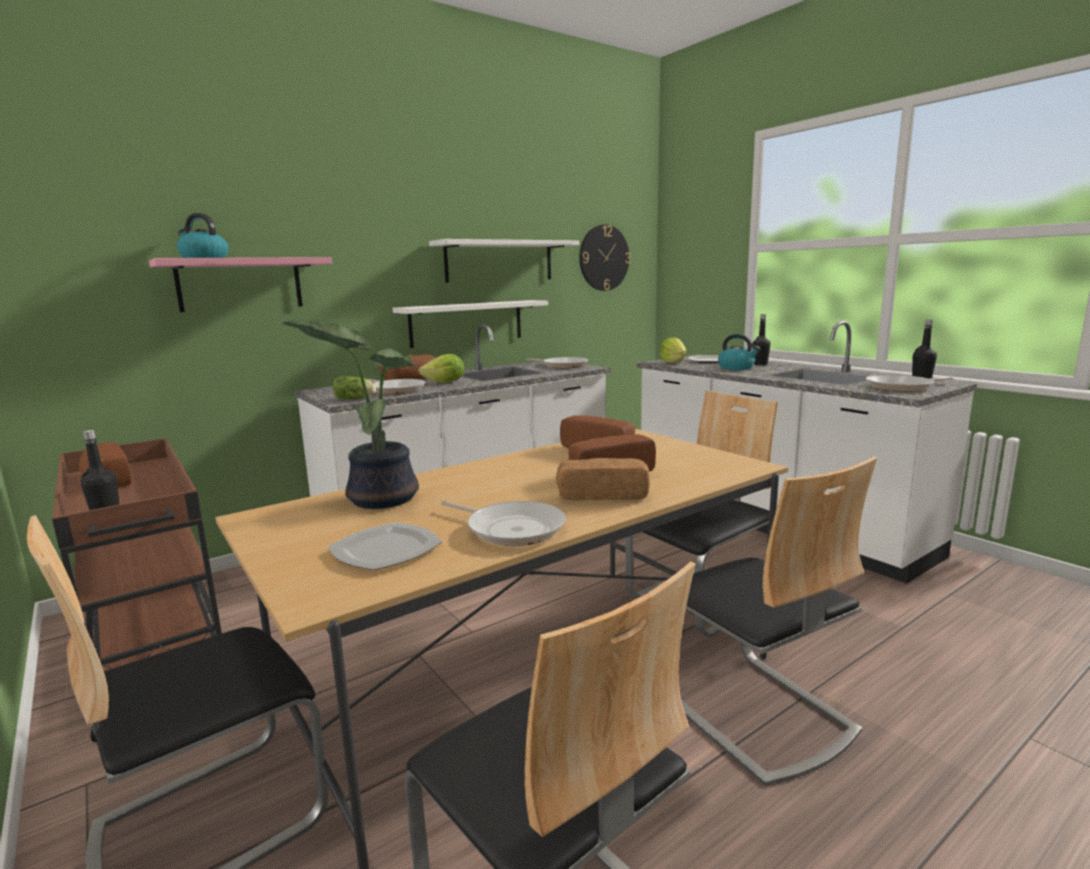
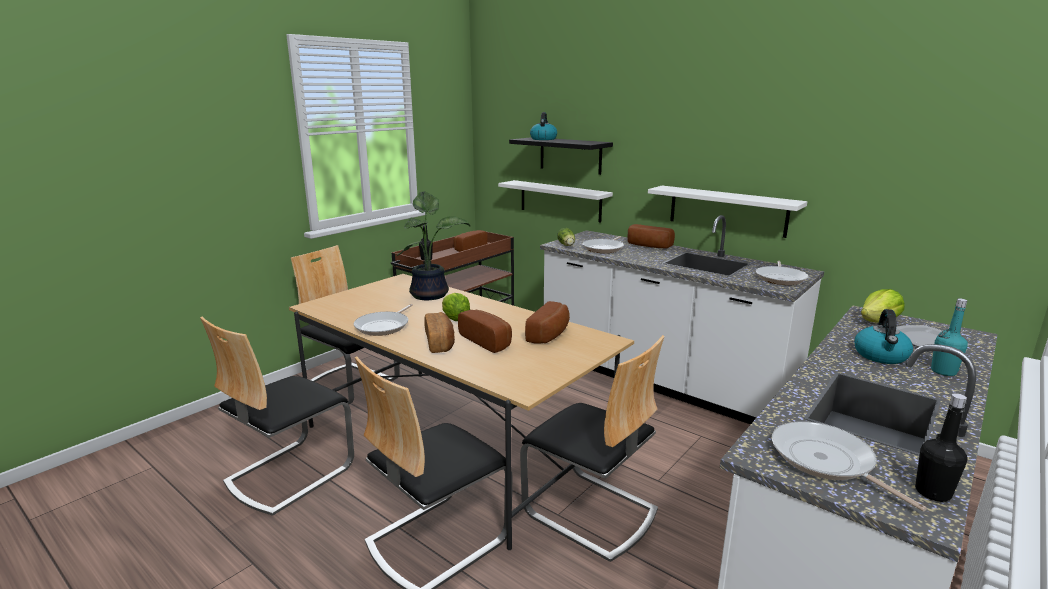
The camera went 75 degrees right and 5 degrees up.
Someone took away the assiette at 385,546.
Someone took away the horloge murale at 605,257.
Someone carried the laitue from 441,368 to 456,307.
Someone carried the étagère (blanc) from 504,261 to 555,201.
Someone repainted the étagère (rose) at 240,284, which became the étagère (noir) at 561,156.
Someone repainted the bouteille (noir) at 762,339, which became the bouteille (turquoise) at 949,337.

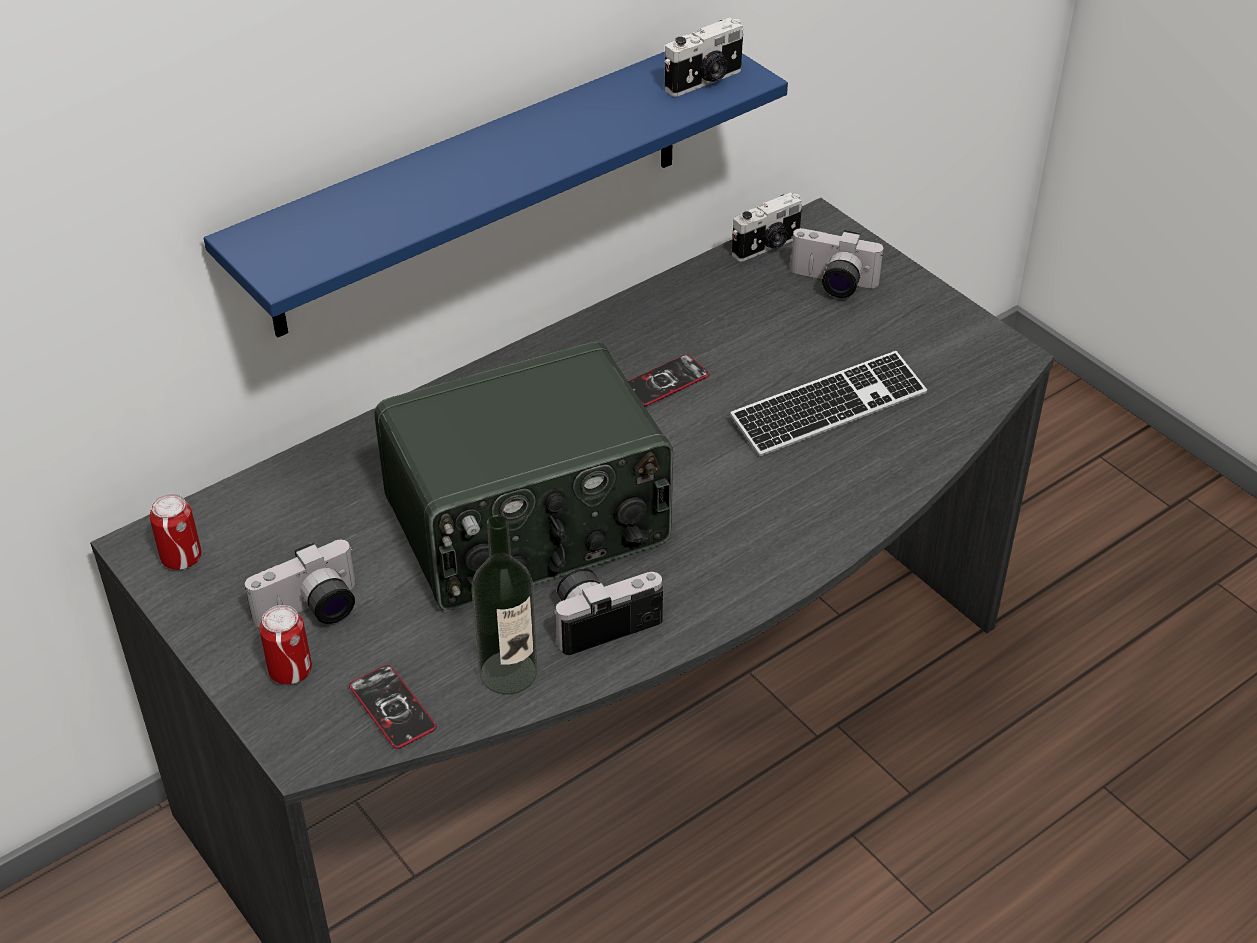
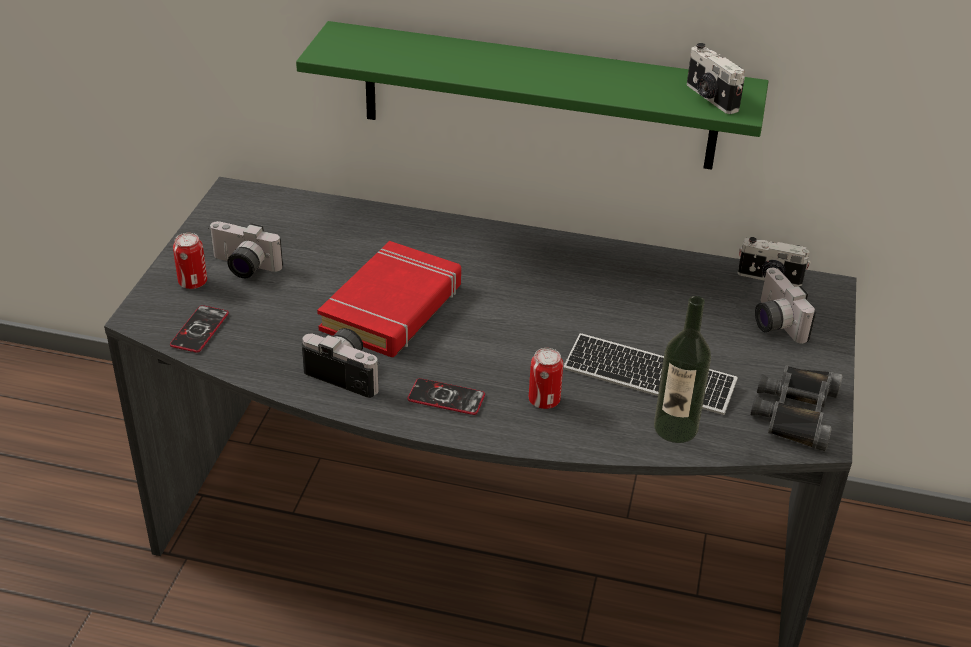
The camera went 50 degrees right and 5 degrees down.
Someone put down the jumelles (noir) at 796,408.
Someone carried the boîte métallique from 176,532 to 546,378.
Someone carried the bouteille from 504,604 to 682,369.
Someone carried the téléphone from 668,380 to 446,396.
Someone swapped the radio at 523,476 for the livre (rouge) at 389,299.
Someone repainted the étagère (bleu) at 496,194, which became the étagère (vert) at 532,95.
Someone rotated the appareil photo at 704,57 by 45 degrees clockwise.

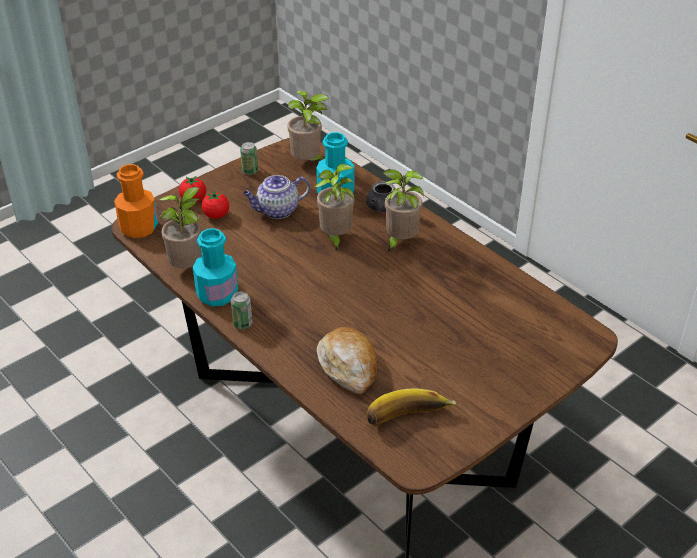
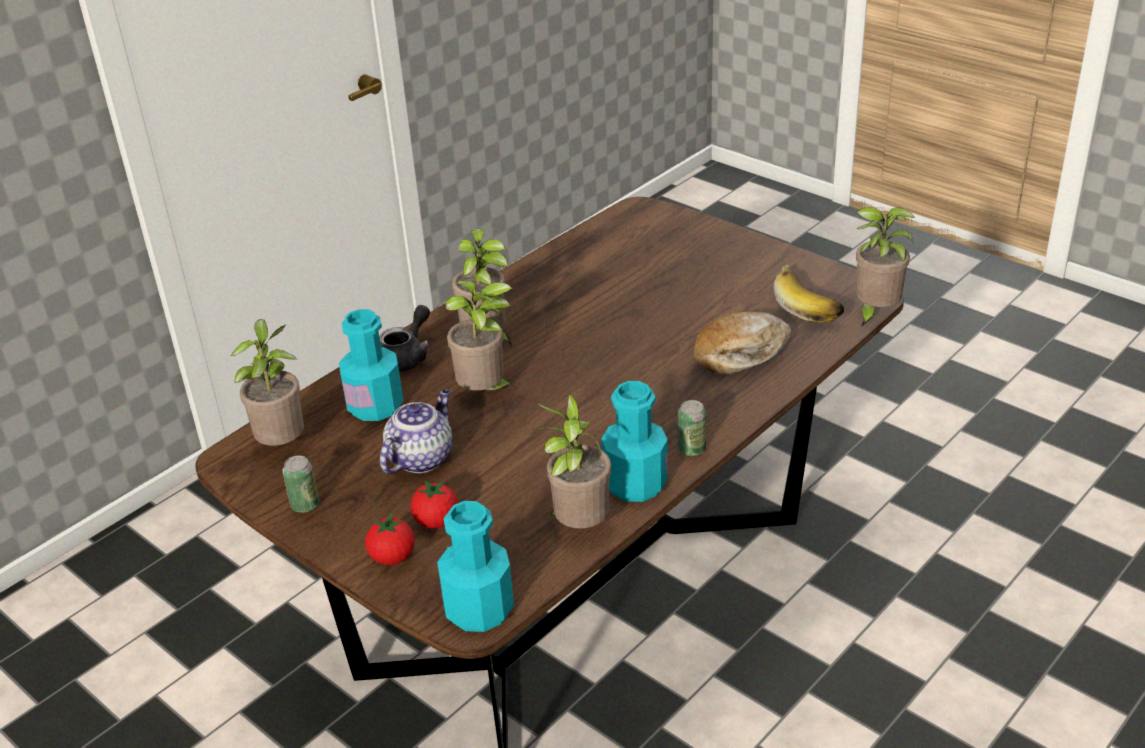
The camera went 95 degrees left and 5 degrees down.
Someone put down the plante en pot at 885,267.
Someone repainted the bouteille (orange) at 136,201, which became the bouteille (turquoise) at 475,566.
Someone rotated the théière at 276,197 by 120 degrees counterclockwise.

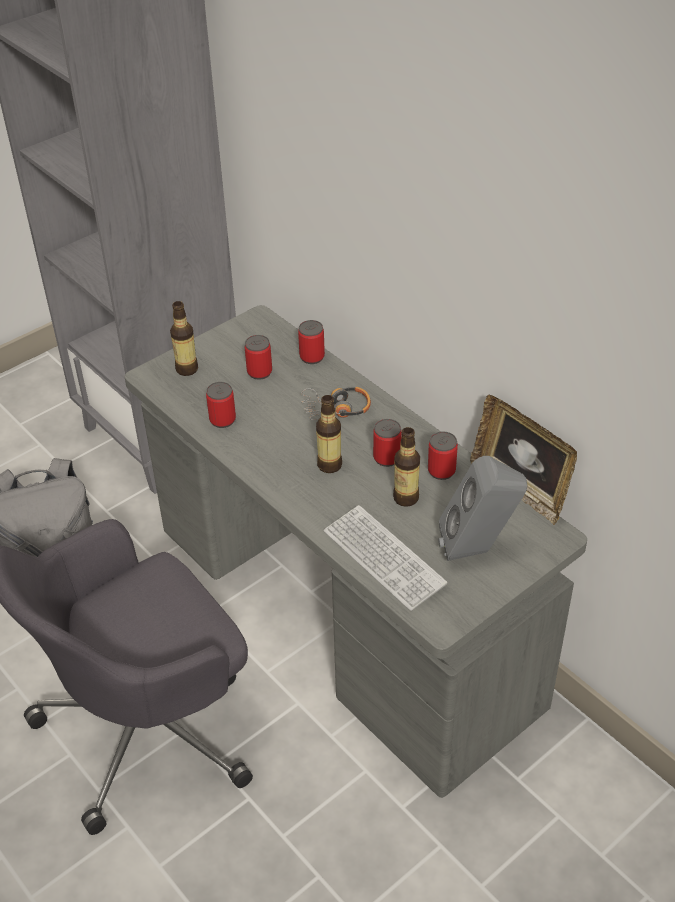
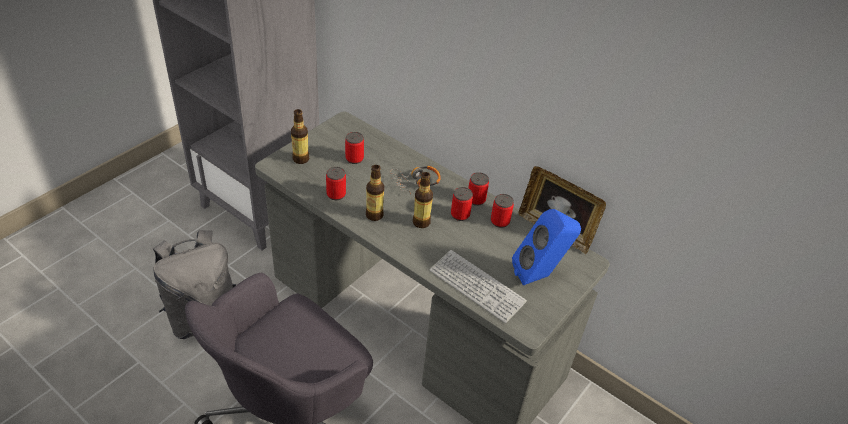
The camera went 15 degrees left and 0 degrees up.
Someone carried the boîte métallique from 311,342 to 478,189.
Someone carried the bouteille from 406,467 to 375,193.
Someone repainted the enceinte (gris) at 482,508, which became the enceinte (bleu) at 546,247.

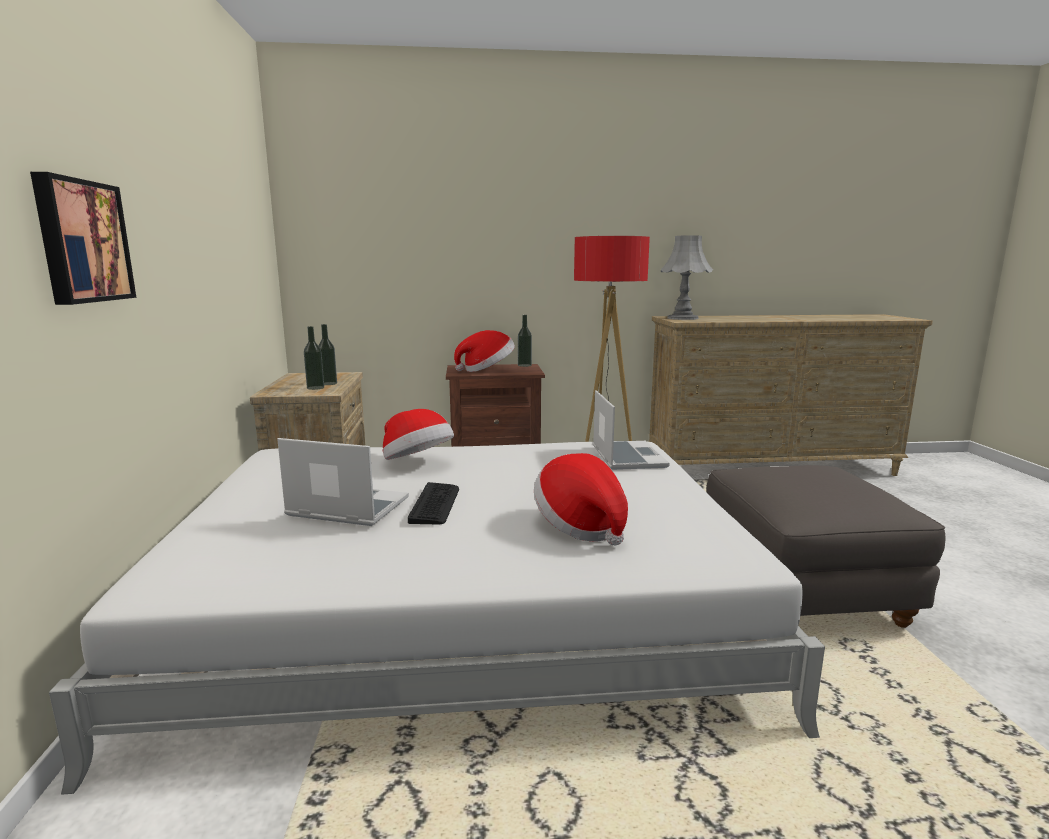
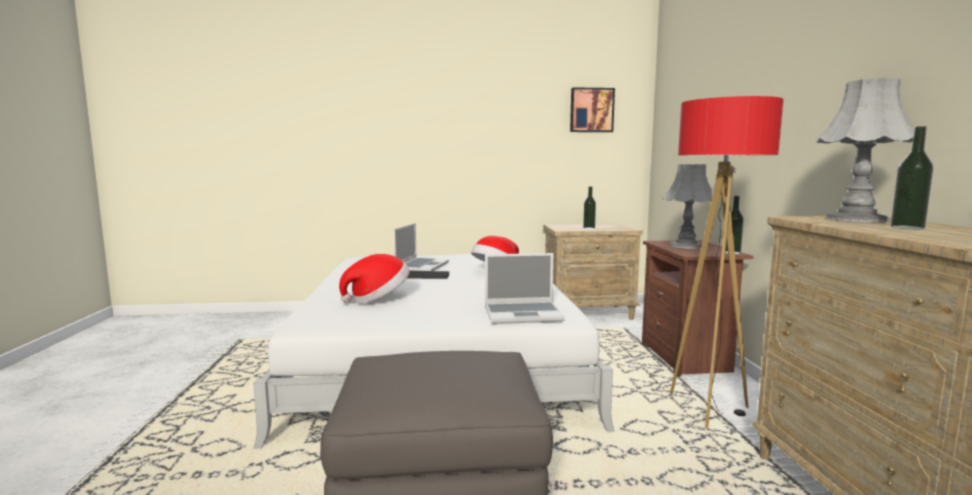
The camera went 90 degrees right and 5 degrees down.
Someone carried the tableau from 83,238 to 592,109.
Someone carried the bouteille from 314,358 to 912,177.
Someone swapped the chapeau at 484,351 for the lampe de table (gris) at 688,206.

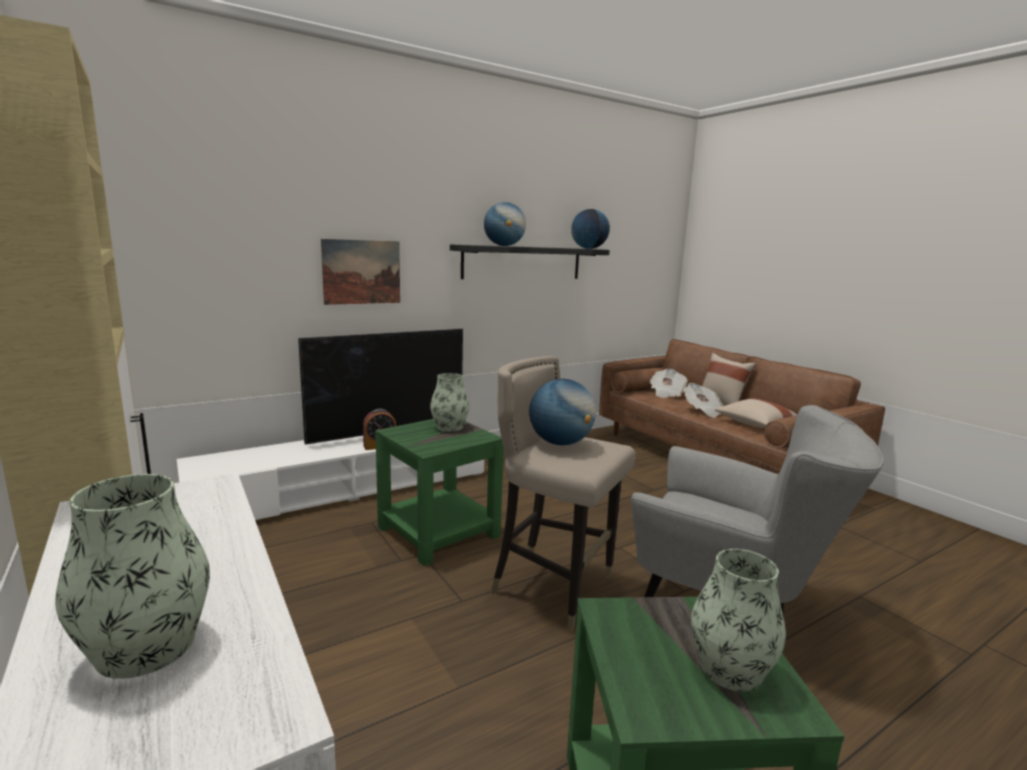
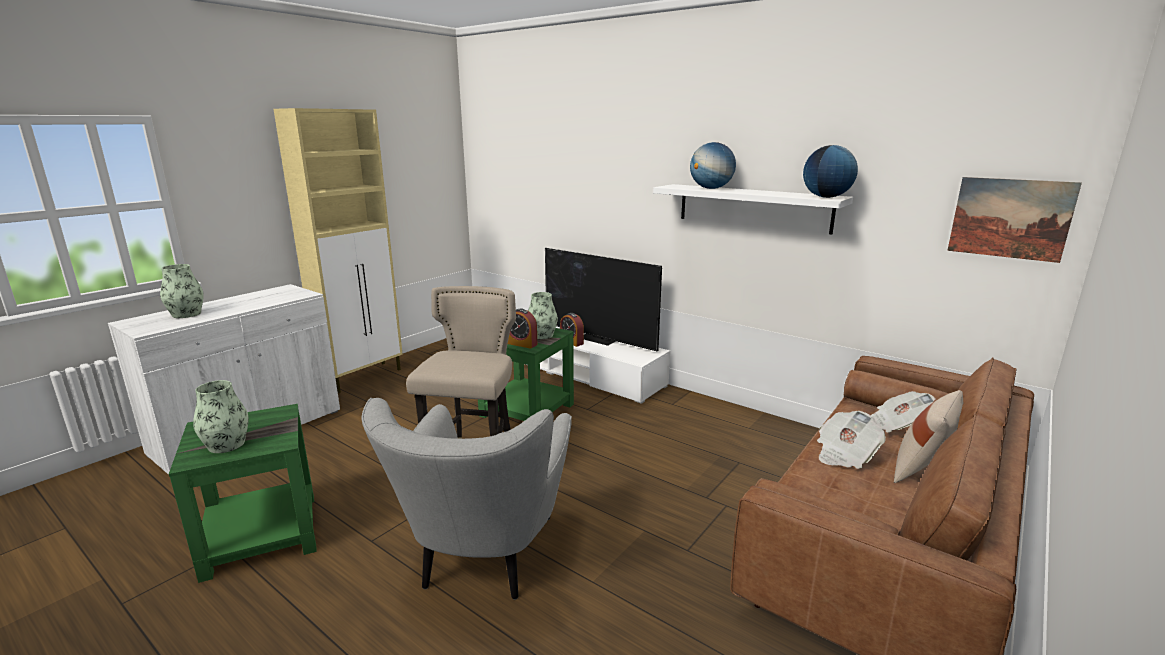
The camera went 70 degrees right and 5 degrees up.
Someone took away the globe at 562,412.
Someone took away the coussin (beige) at 756,413.
Someone put down the réveil at 522,328.
Someone carried the tableau from 360,272 to 1014,220.
Someone repainted the étagère (noir) at 530,261, which became the étagère (blanc) at 753,209.

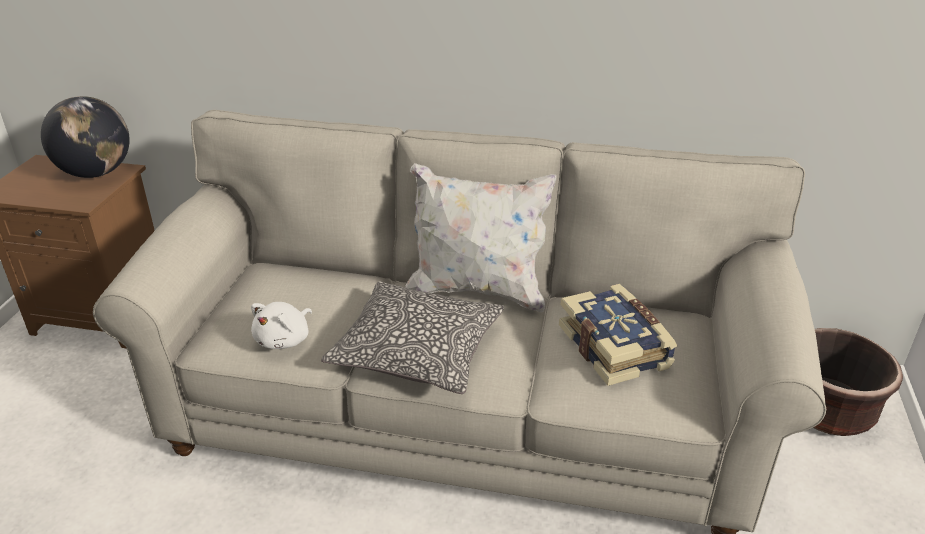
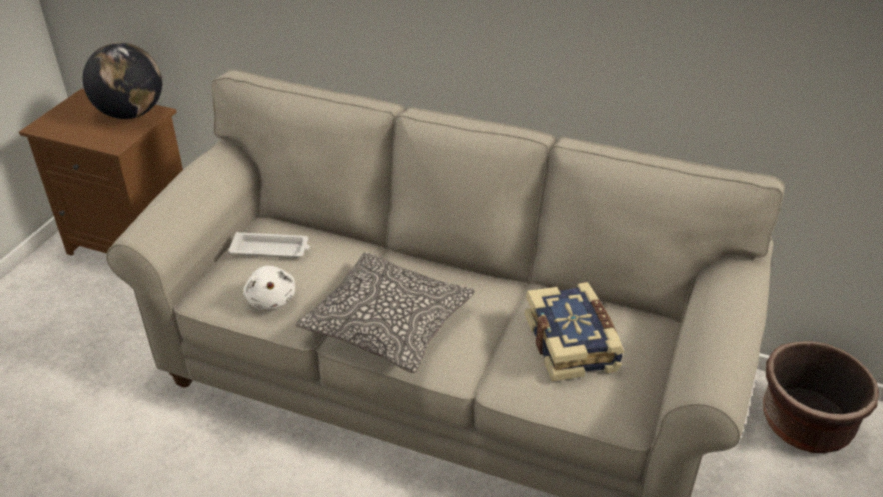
The camera went 10 degrees right and 5 degrees up.
Someone took away the coussin (blanc) at 481,237.
Someone put down the plateau (blanc) at 269,245.
Someone rotated the peluche (blanc) at 281,325 by 60 degrees counterclockwise.

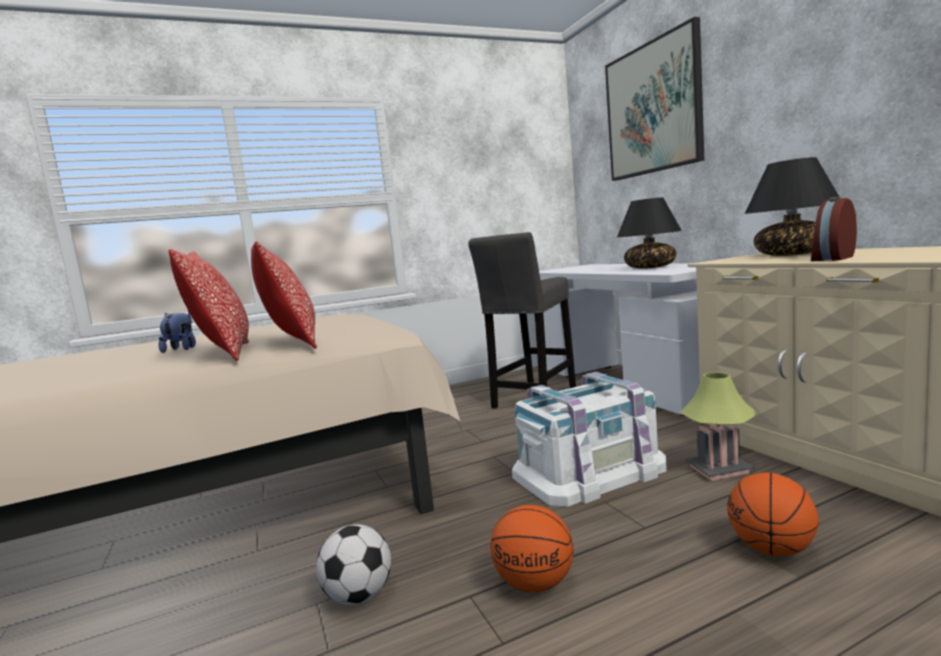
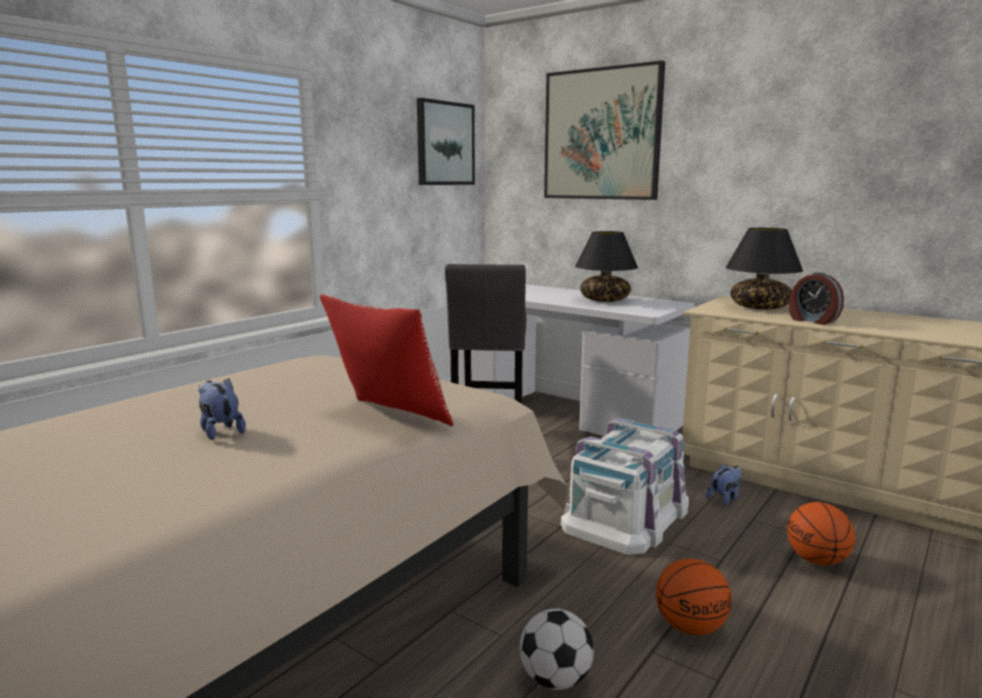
The camera went 30 degrees left and 5 degrees up.
Someone took away the coussin at 209,305.
Someone put up the tableau at 446,141.
Someone swapped the lampe de table at 718,426 for the peluche at 724,485.
Someone rotated the réveil at 834,229 by 60 degrees counterclockwise.

